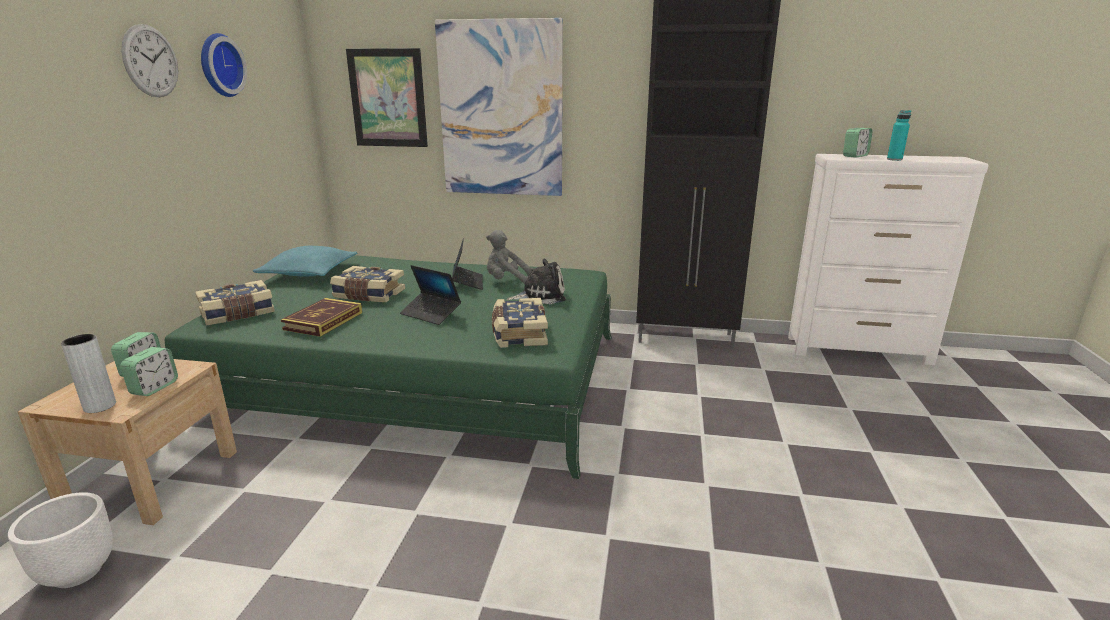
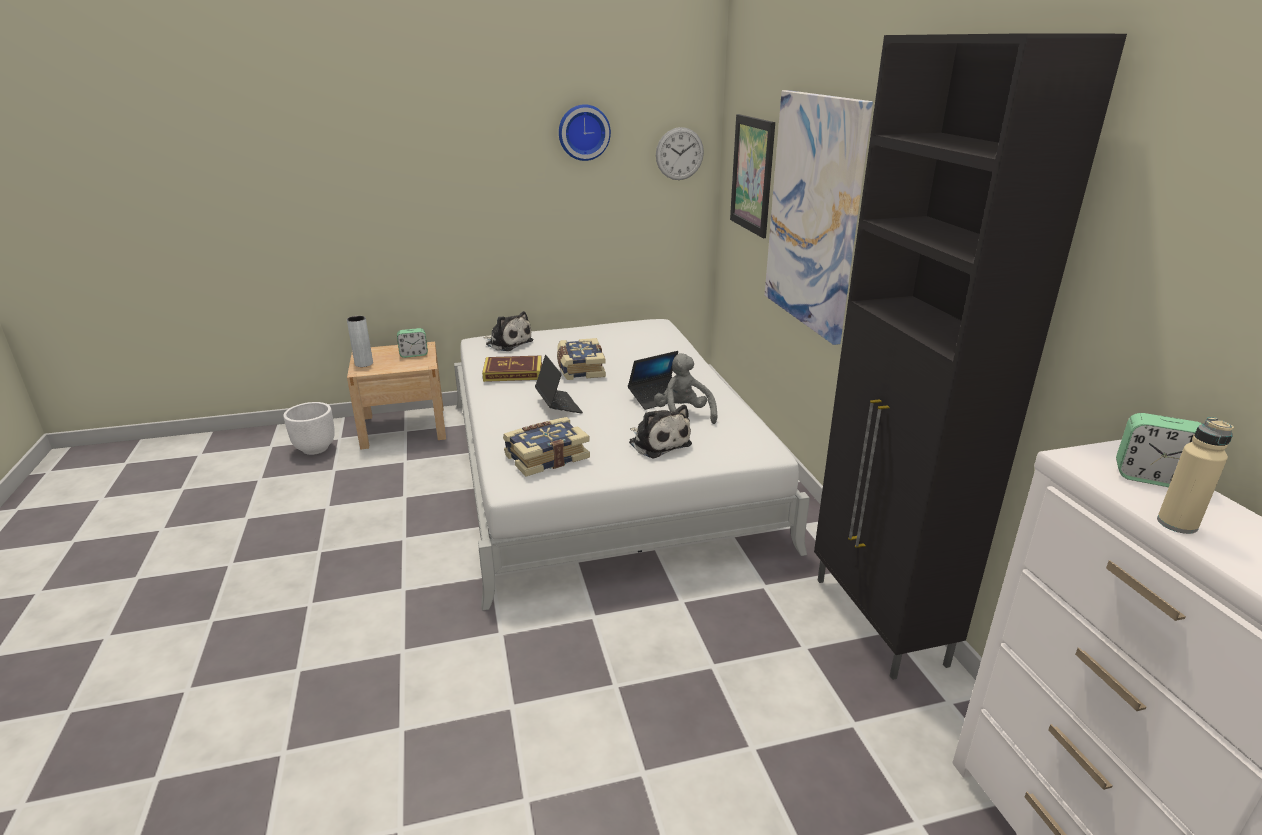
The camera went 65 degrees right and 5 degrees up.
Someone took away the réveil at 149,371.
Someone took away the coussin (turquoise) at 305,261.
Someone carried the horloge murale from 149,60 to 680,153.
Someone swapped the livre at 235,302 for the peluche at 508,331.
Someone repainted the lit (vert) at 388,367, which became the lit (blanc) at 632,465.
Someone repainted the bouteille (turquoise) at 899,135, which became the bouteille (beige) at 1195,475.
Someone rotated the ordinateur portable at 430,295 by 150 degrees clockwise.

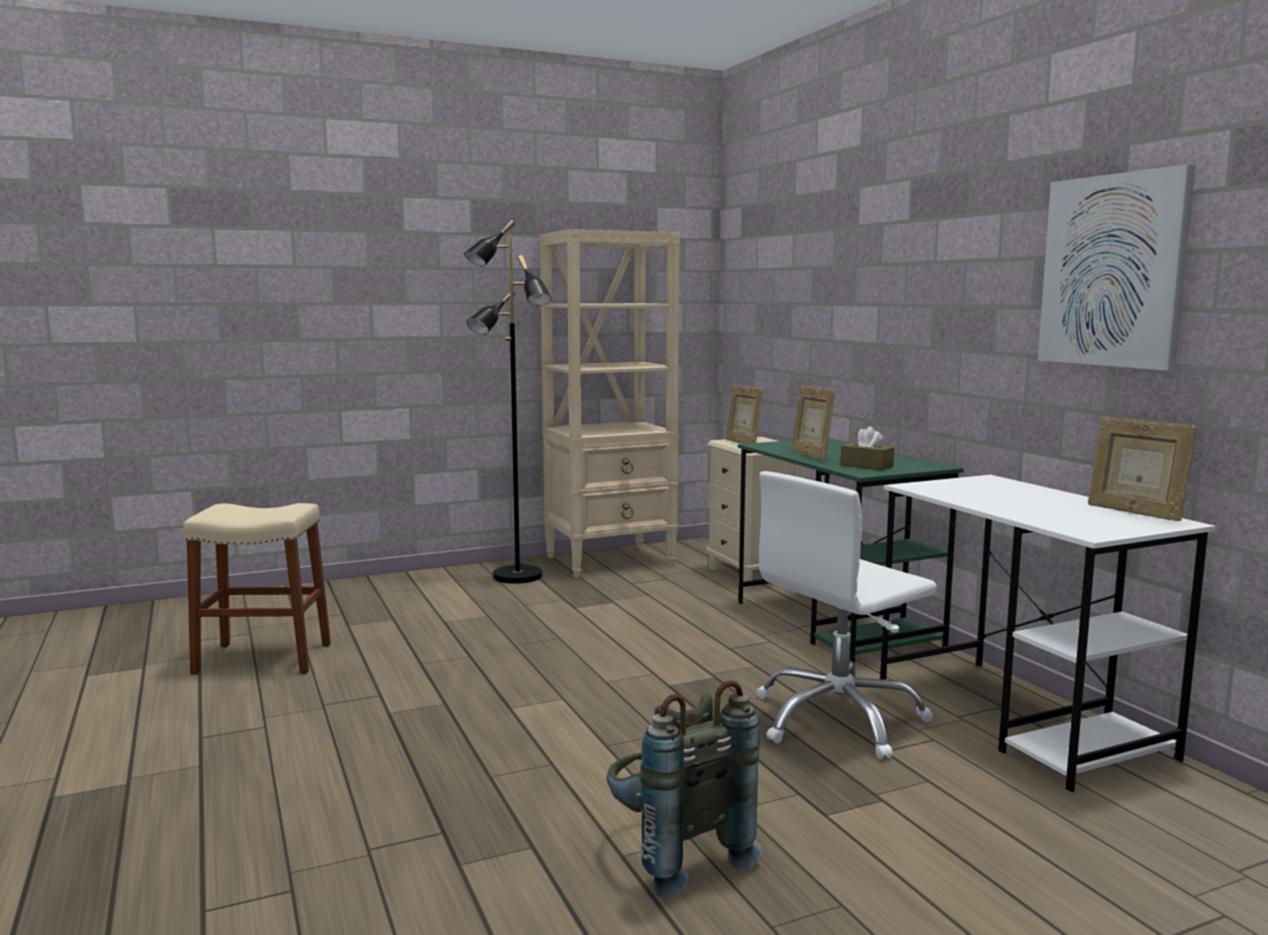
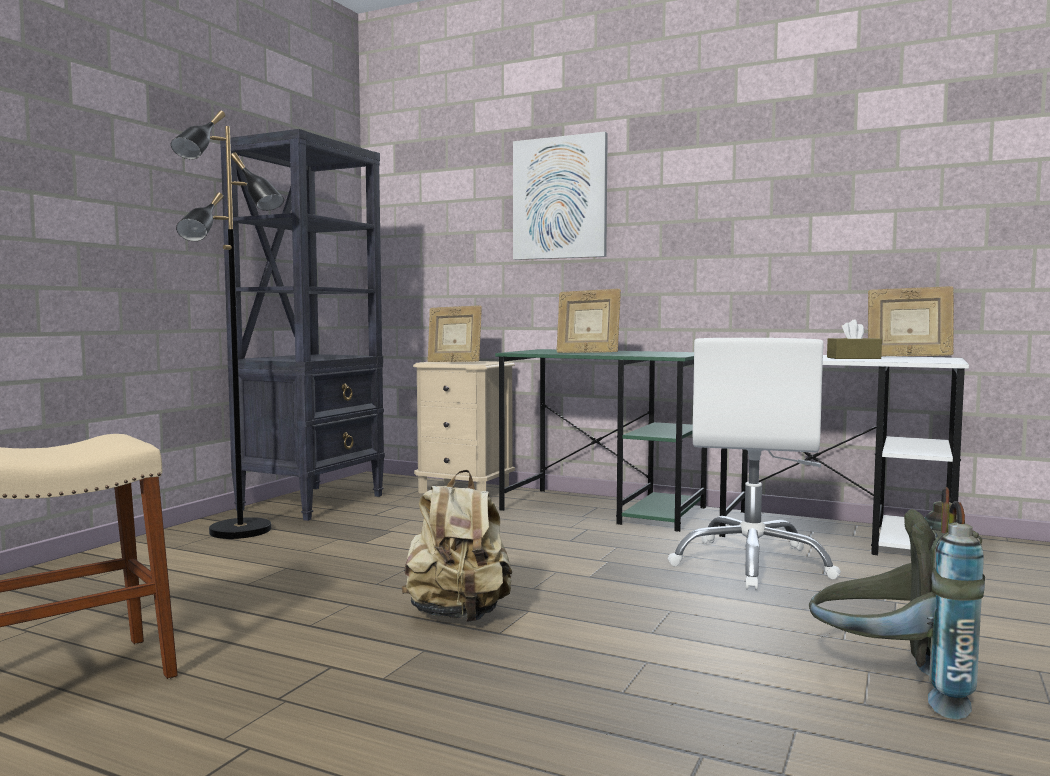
The camera went 40 degrees left and 5 degrees down.
Someone put down the sac à dos (beige) at 457,546.
Someone carried the boîte à mouchoirs (marron) from 867,448 to 854,339.
Someone carried the tableau from 1117,267 to 560,196.
Someone repainted the bibliothèque (beige) at 610,403, which became the bibliothèque (noir) at 302,325.

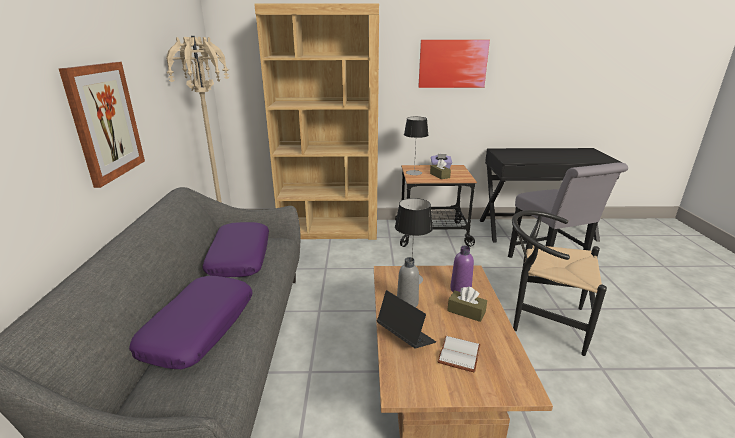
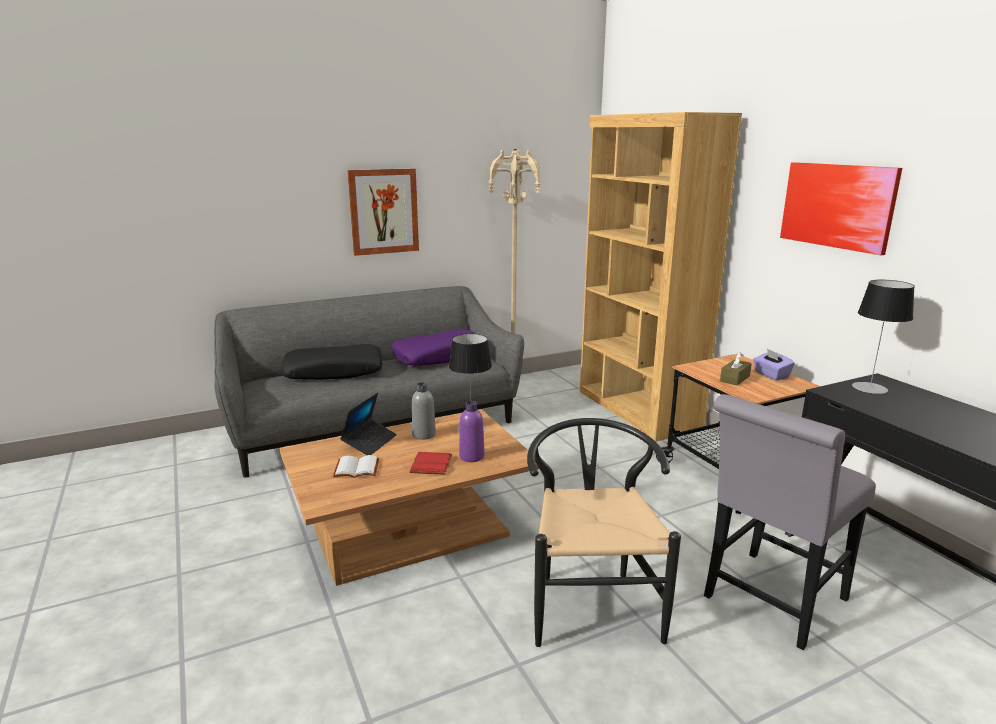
The camera went 65 degrees right and 5 degrees down.
Someone carried the lampe de table from 416,146 to 883,337.
Someone swapped the boîte à mouchoirs (marron) at 467,304 for the livre (rouge) at 431,463.
Someone repainted the coussin (violet) at 191,322, which became the coussin (noir) at 332,362.

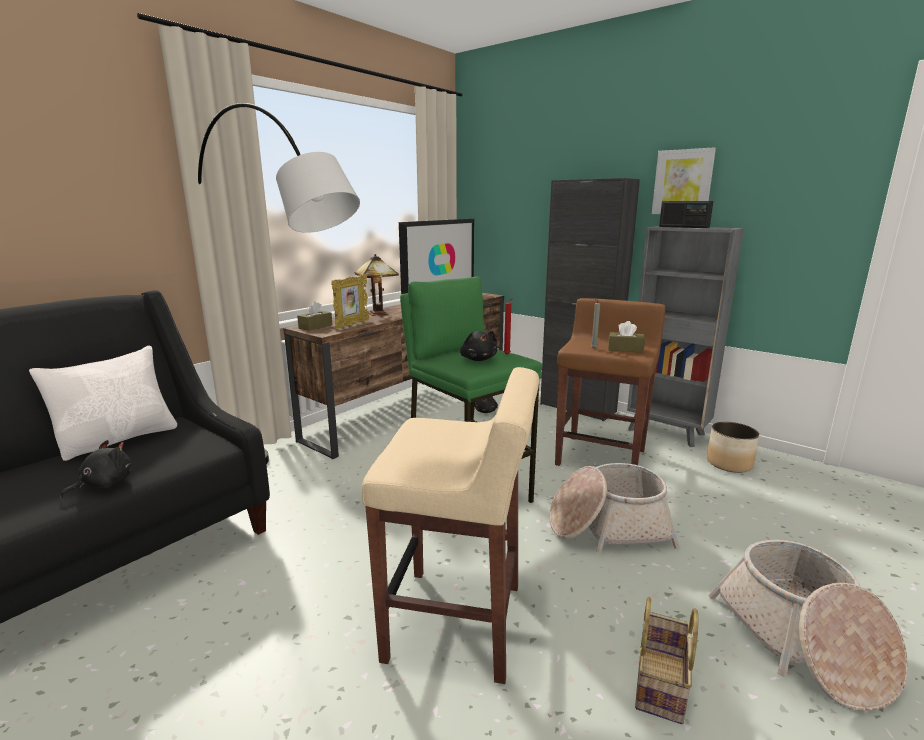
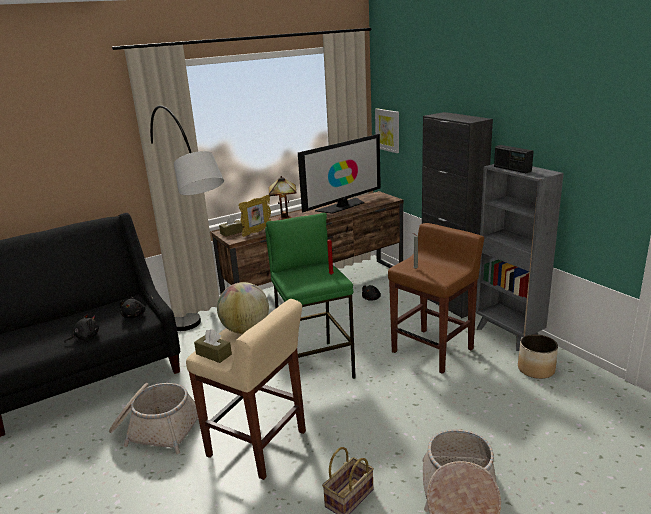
The camera went 20 degrees right and 5 degrees up.
Someone took away the coussin (blanc) at 103,403.
Someone put down the globe at 243,308.
Someone carried the peluche (noir) from 478,346 to 132,308.
Someone carried the panier from 614,508 to 153,418.
Someone carried the boîte à mouchoirs (marron) from 626,337 to 213,346.
Someone carried the tableau from 684,180 to 387,130.

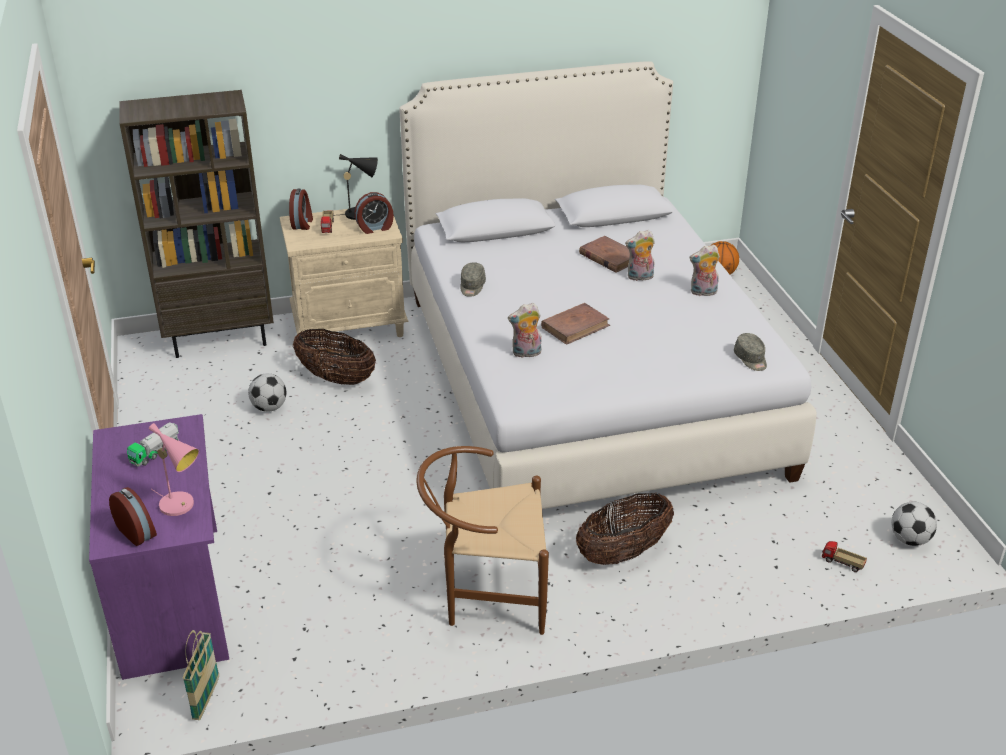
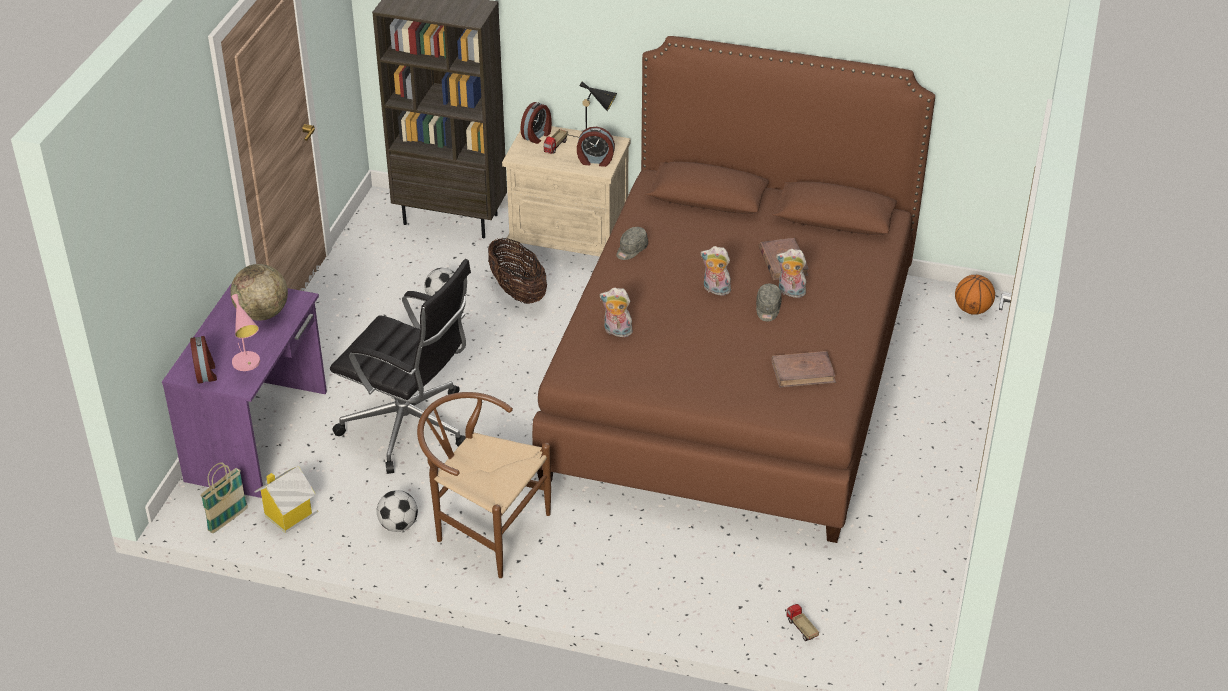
The camera went 30 degrees right and 5 degrees up.
Someone took away the panier at 625,528.
Someone put down the maison miniature at 286,499.
Someone put down the chaise de bureau (noir) at 400,366.
Someone carried the livre (marron) from 575,324 to 804,369.
Someone carried the peluche from 704,270 to 716,271.
Someone carried the casquette (gris) from 750,352 to 769,302.
Someone carried the ballon de foot from 914,524 to 397,511.
Someone swapped the camion jouet at 153,444 for the globe at 259,292.
Someone repainted the lit (blanc) at 608,285, which became the lit (marron) at 733,289.

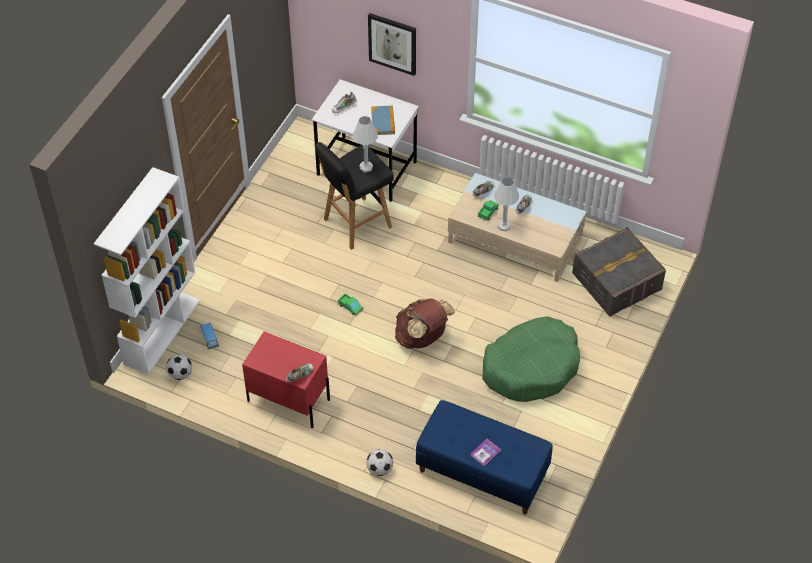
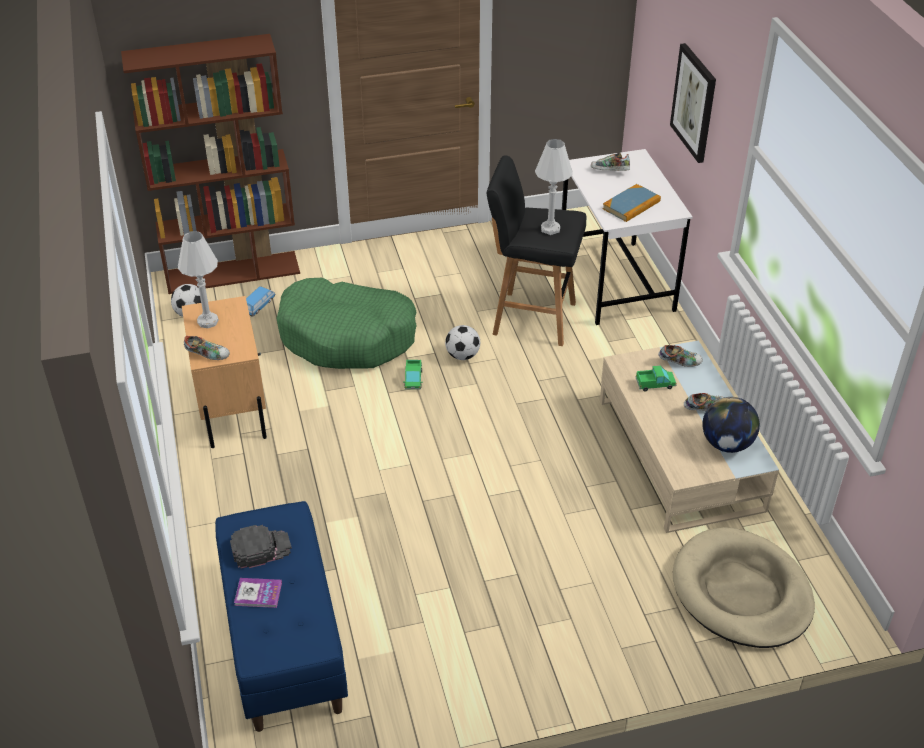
The camera went 50 degrees right and 10 degrees down.
Someone took away the sac à dos (marron) at 425,323.
Someone put down the casquette (noir) at 261,547.
Someone put down the globe at 731,425.
Someone carried the ballon de foot from 379,462 to 462,342.
Someone carried the panier pour chien (vert) from 531,359 to 346,323.
Someone carried the lampe de table (blanc) from 506,204 to 198,279.
Someone swapped the boîte de rangement (gris) at 619,272 for the panier pour chien (beige) at 744,587.
Someone repainted the bibliothèque (blanc) at 147,271, which became the bibliothèque (marron) at 210,164.
Someone repainted the table de chevet (rouge) at 286,379, which became the table de chevet (beige) at 224,372.

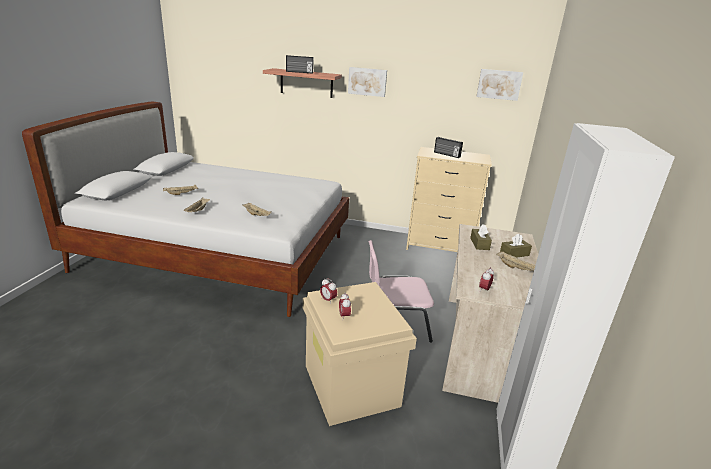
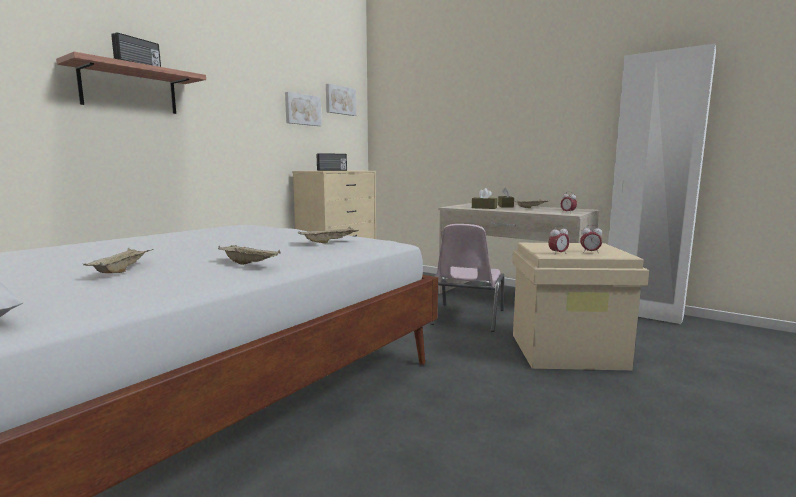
The camera went 65 degrees left and 15 degrees down.
Someone carried the tableau from 367,82 to 303,109.

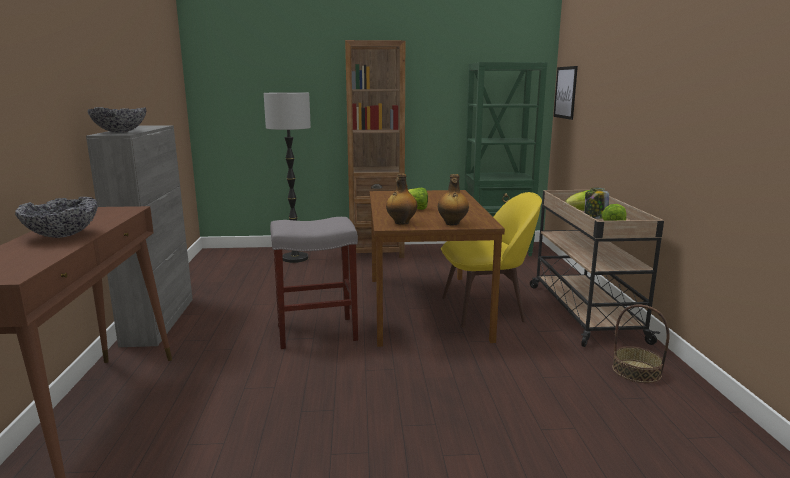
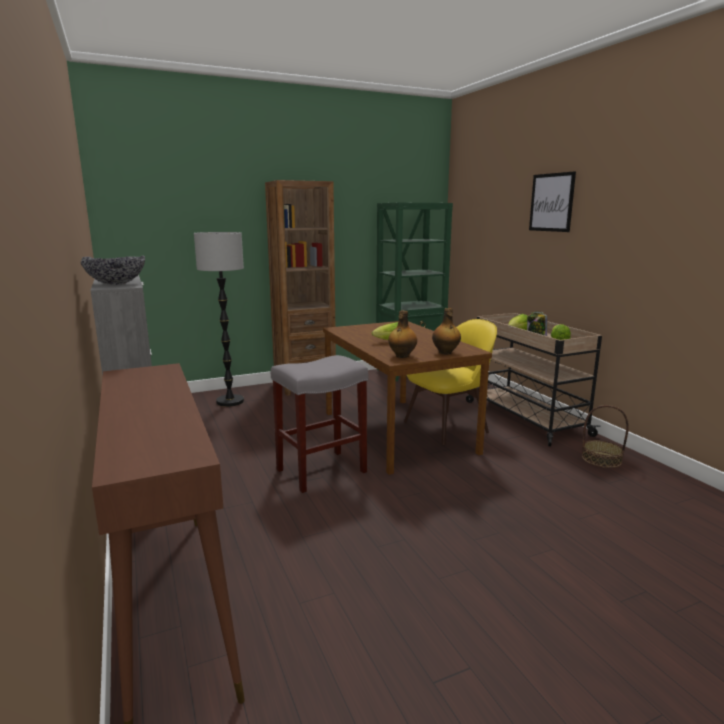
The camera went 20 degrees left and 0 degrees up.
Someone took away the bol at 56,217.
Someone carried the tableau from 566,93 to 552,201.

